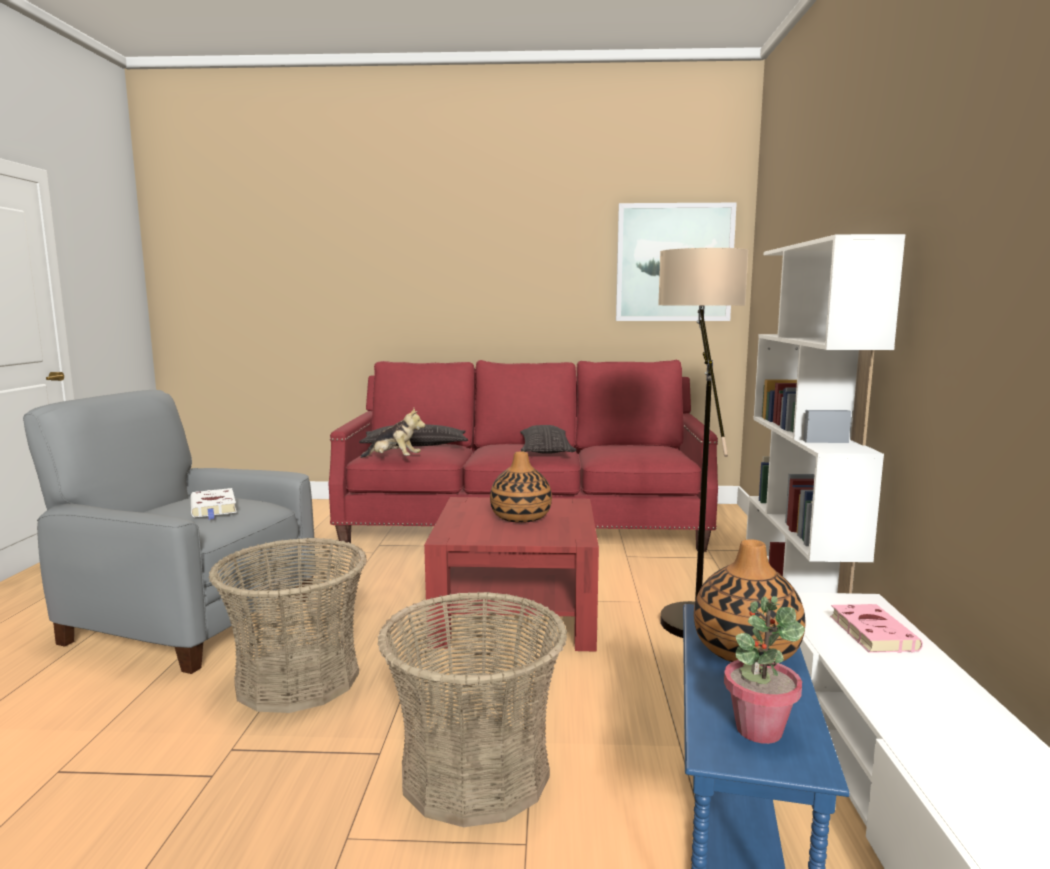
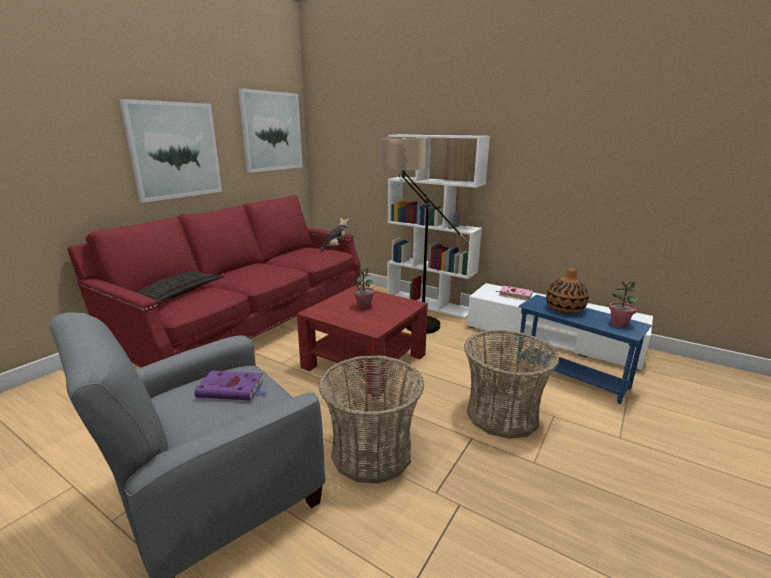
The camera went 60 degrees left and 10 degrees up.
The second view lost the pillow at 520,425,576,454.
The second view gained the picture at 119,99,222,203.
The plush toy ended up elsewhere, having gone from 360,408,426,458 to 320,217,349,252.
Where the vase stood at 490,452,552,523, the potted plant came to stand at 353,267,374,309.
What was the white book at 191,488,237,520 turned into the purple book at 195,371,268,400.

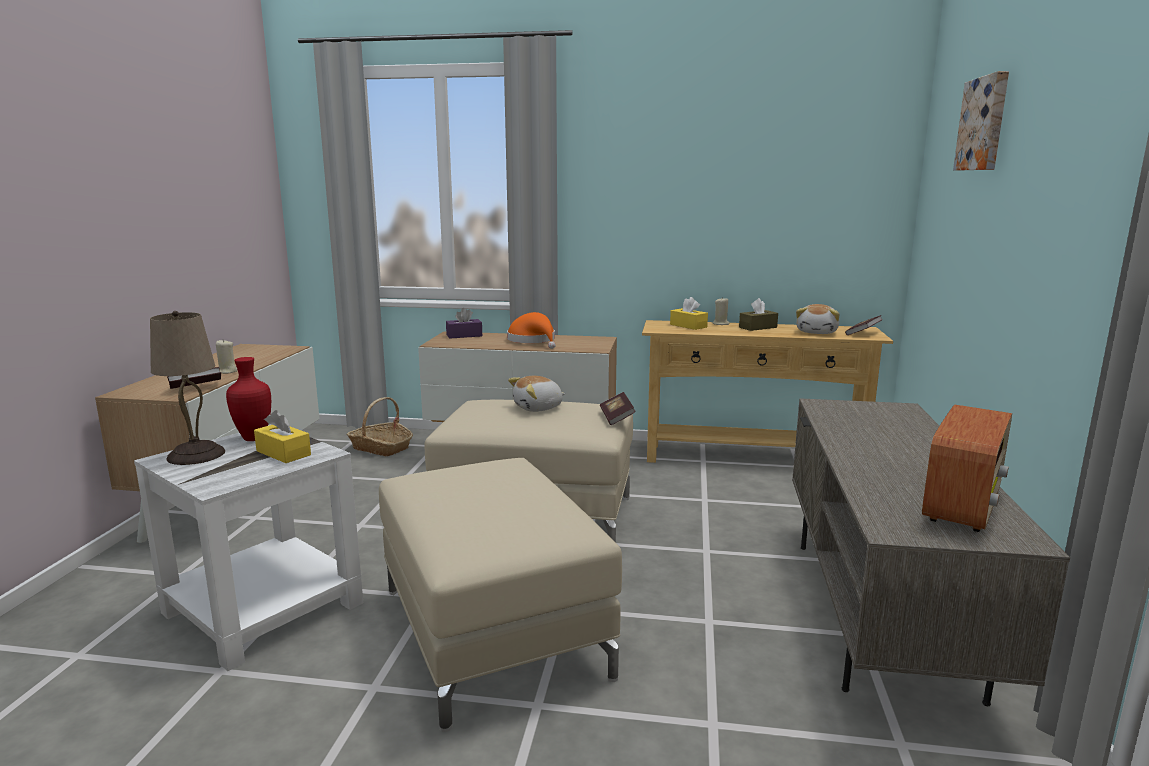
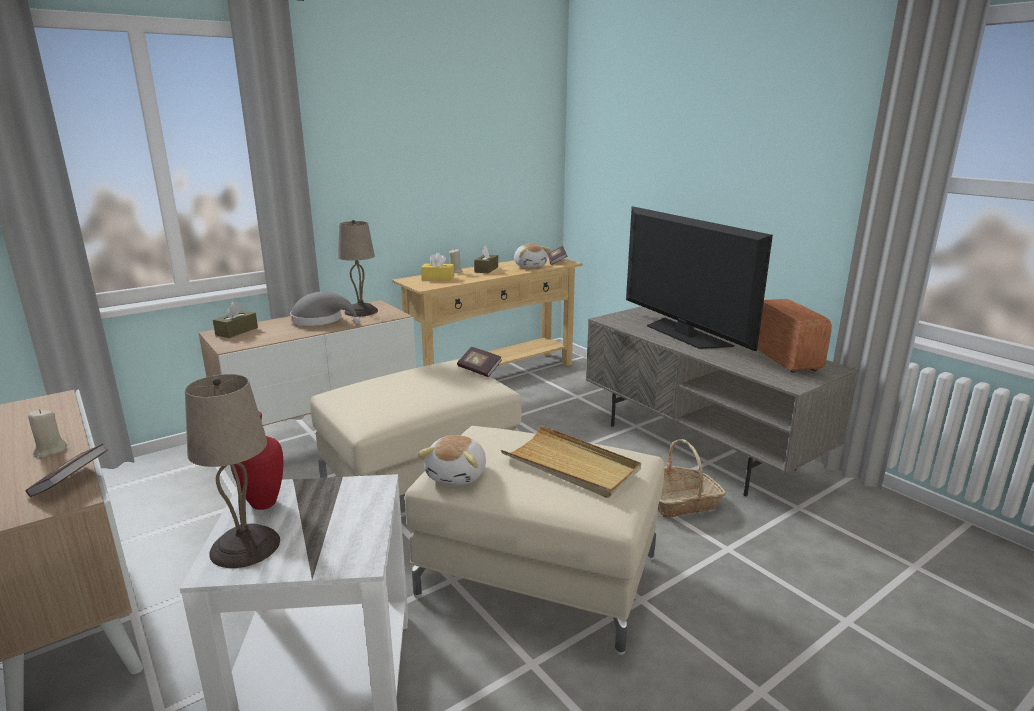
The camera went 45 degrees left and 5 degrees up.
The second view lost the yellow tissue box at 254,410,311,463.
The second view lost the picture at 953,71,1009,170.
The second view gained the beige table lamp at 338,220,378,317.
The second view gained the beige tray at 501,425,641,498.
The second view gained the television at 626,207,773,351.
The basket ended up elsewhere, having gone from 346,397,413,456 to 658,439,726,517.
The plush toy ended up elsewhere, having gone from 508,376,565,412 to 418,435,486,485.
What was the purple tissue box at 446,308,482,339 turned into the brown tissue box at 213,301,258,338.
What was the orange hat at 507,312,556,349 turned into the grey hat at 290,291,360,326.

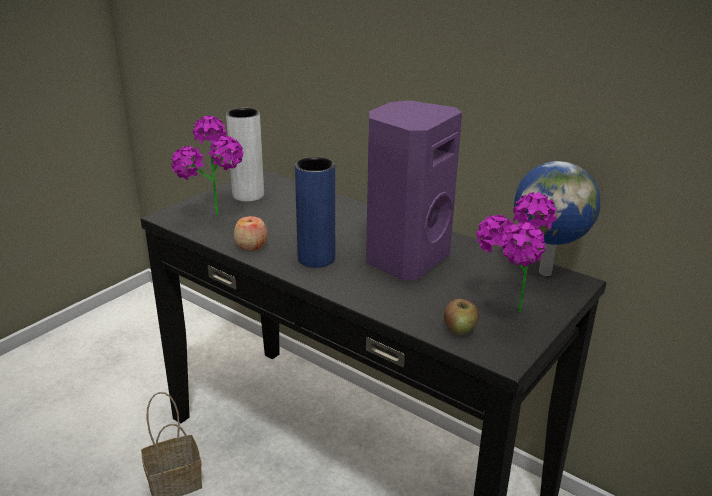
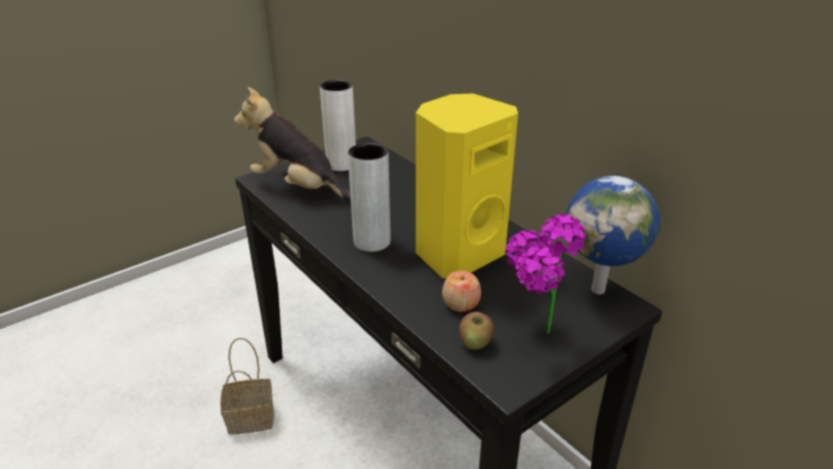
The camera went 15 degrees right and 5 degrees up.
The apple ended up elsewhere, having gone from 234,216,268,251 to 442,271,481,312.
Where the potted plant stood at 171,116,244,215, the plush toy came to stand at 234,87,351,202.
What was the blue vase at 295,157,335,268 turned into the grey vase at 348,143,391,252.
What was the purple speaker at 366,100,462,280 turned into the yellow speaker at 416,93,518,278.

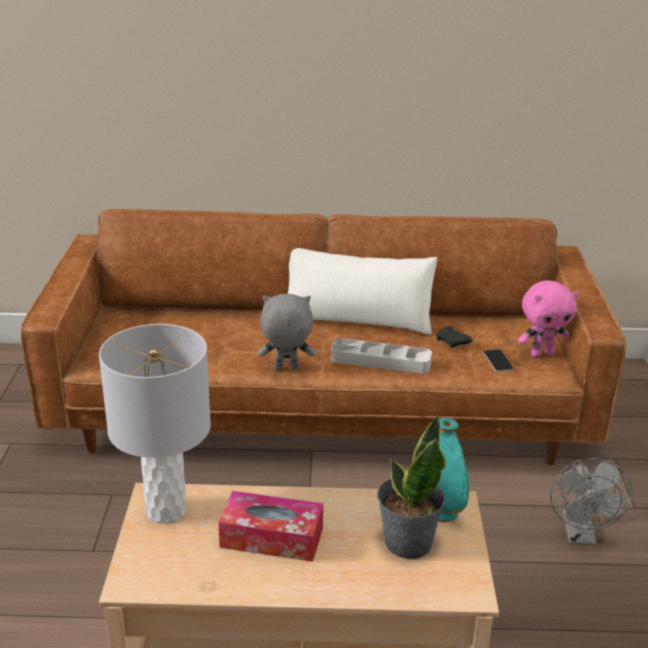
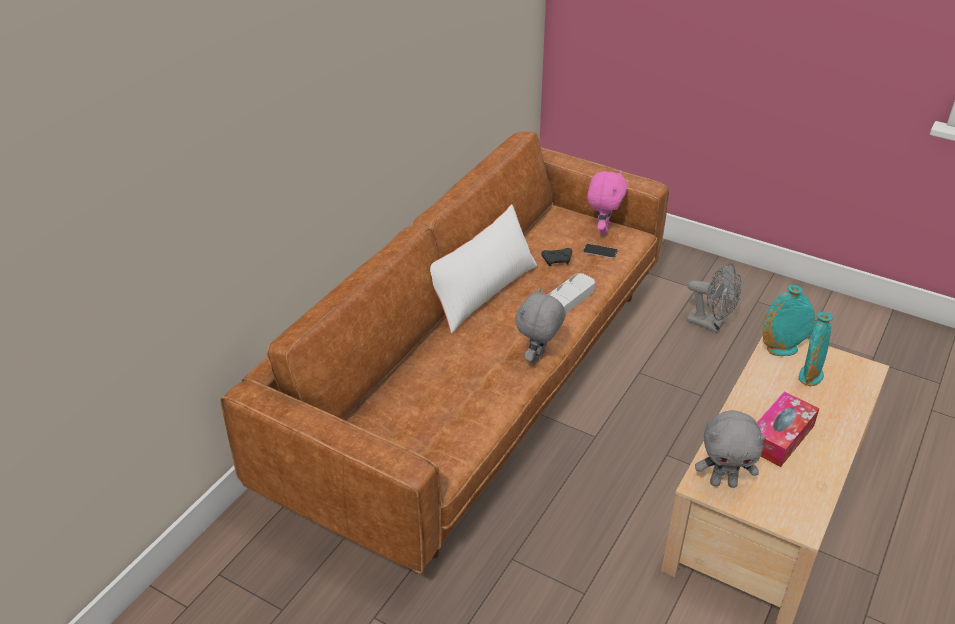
The camera went 60 degrees left and 10 degrees up.
Where the grey table lamp stood at 99,324,211,524, the grey plush toy came to stand at 695,410,766,488.
Where the potted plant stood at 377,416,446,559, the turquoise vase came to stand at 799,312,833,386.

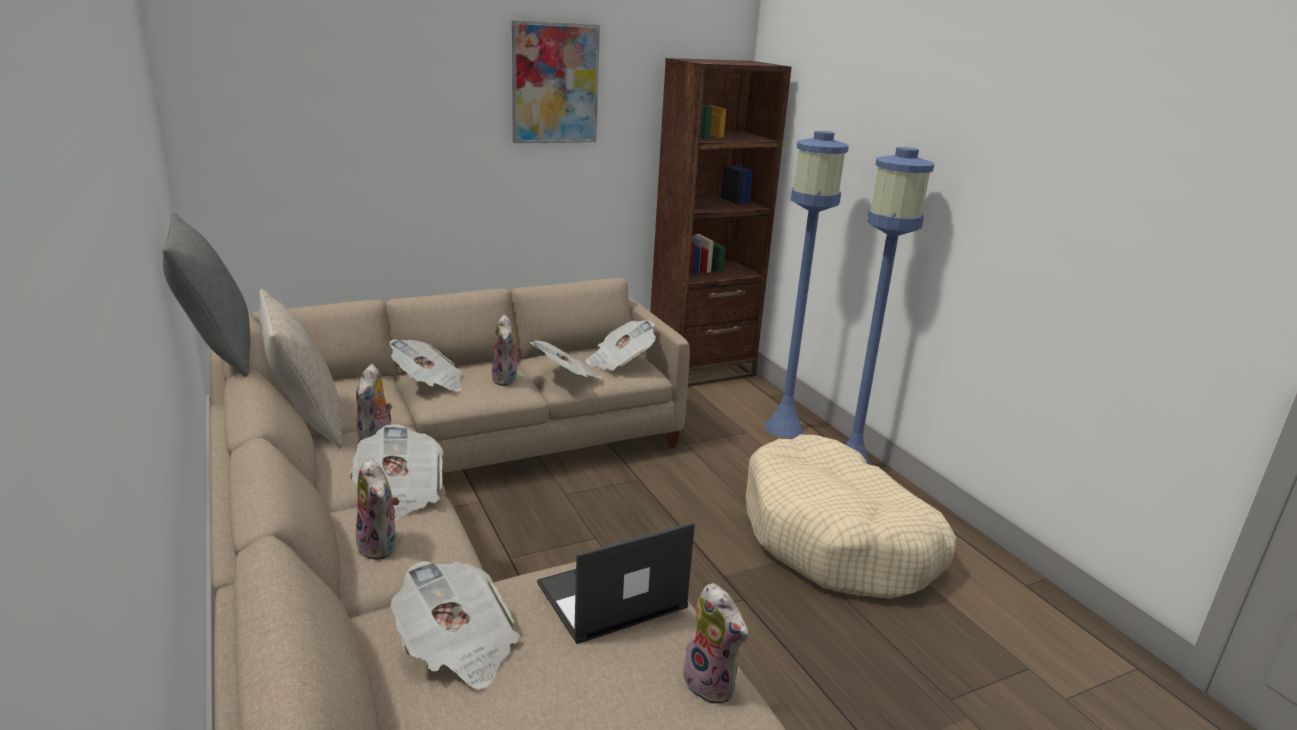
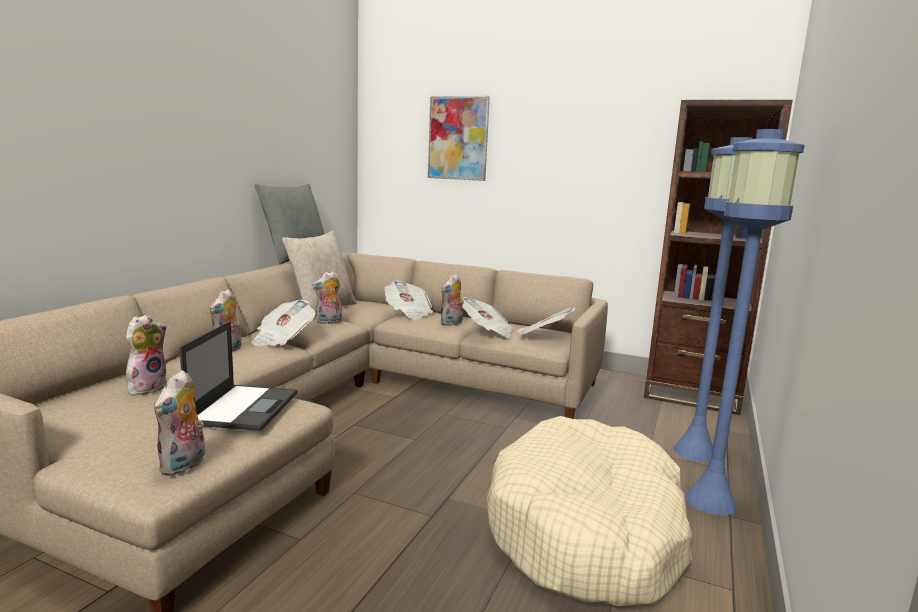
The camera went 50 degrees right and 10 degrees down.
The picture ended up elsewhere, having gone from 512,20,600,143 to 428,96,490,181.
Where the newspaper stood at 391,561,520,689, the plush toy came to stand at 126,314,167,396.
The laptop at 537,522,695,644 ended up facing another way, 75 degrees clockwise from before.

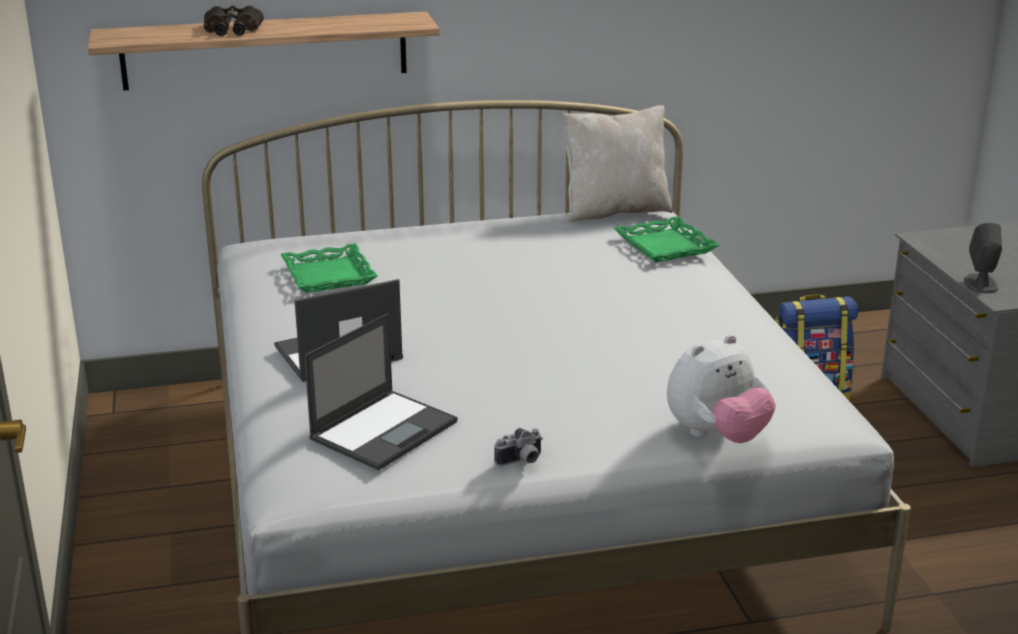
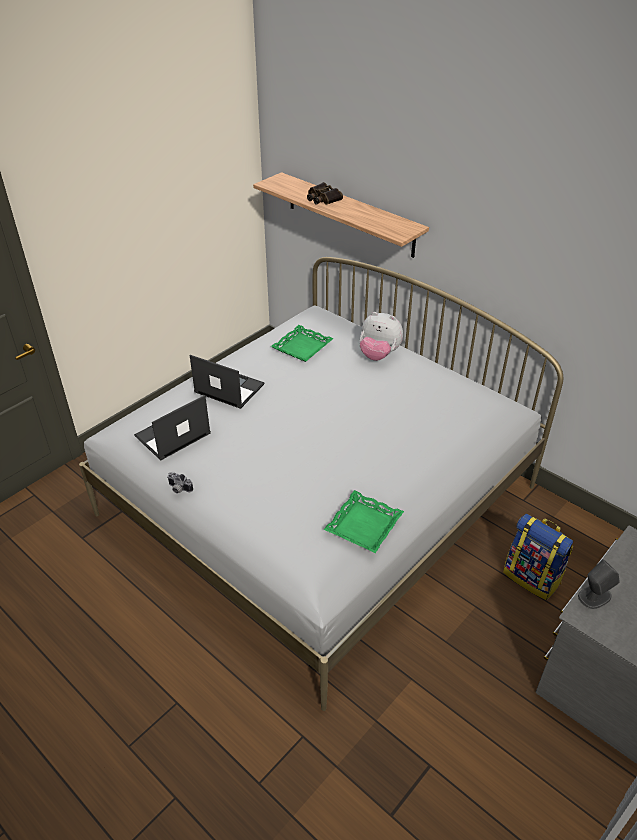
The camera went 55 degrees right and 15 degrees up.
The second view lost the beige pillow at 562,105,673,222.
The green tray ended up elsewhere, having gone from 614,216,720,262 to 324,490,404,553.
The plush toy ended up elsewhere, having gone from 667,334,776,443 to 360,312,403,361.
The laptop at 304,313,458,470 ended up facing another way, 135 degrees clockwise from before.

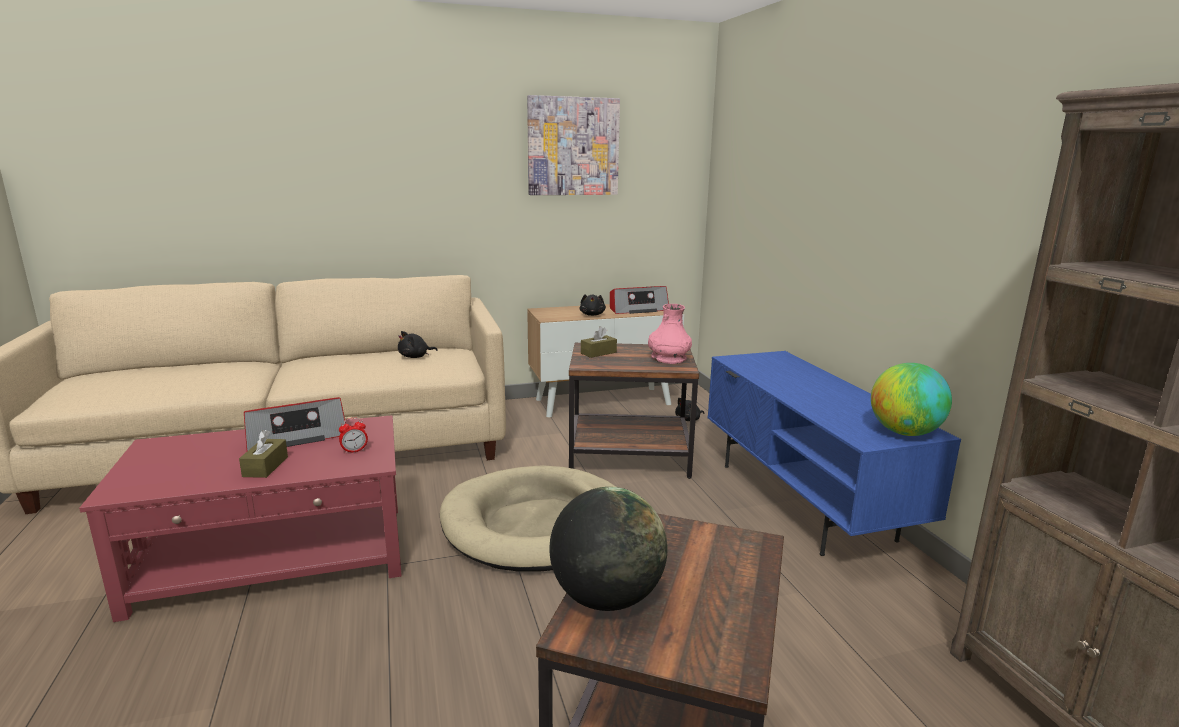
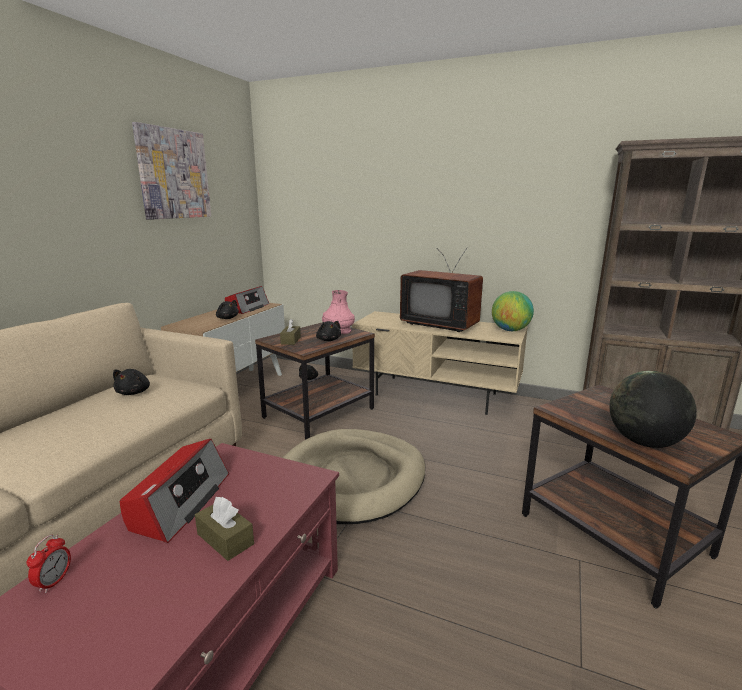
The camera went 50 degrees left and 0 degrees up.
The second view gained the black plush toy at 316,321,341,341.
The second view gained the television at 400,247,483,332.
The alarm clock ended up elsewhere, having gone from 339,418,368,454 to 27,535,71,593.
What was the blue tv stand at 708,351,961,556 turned into the beige tv stand at 352,311,528,415.

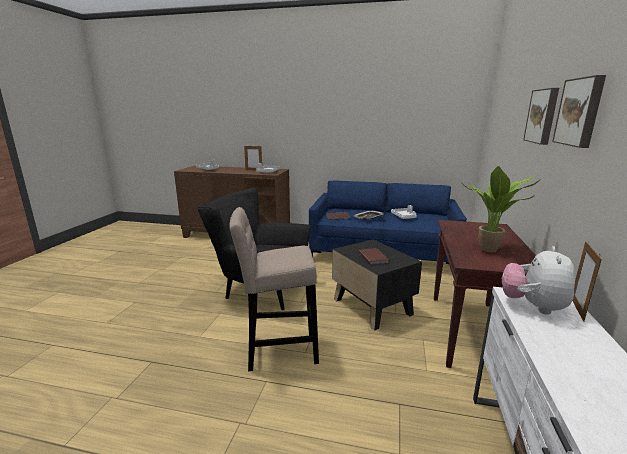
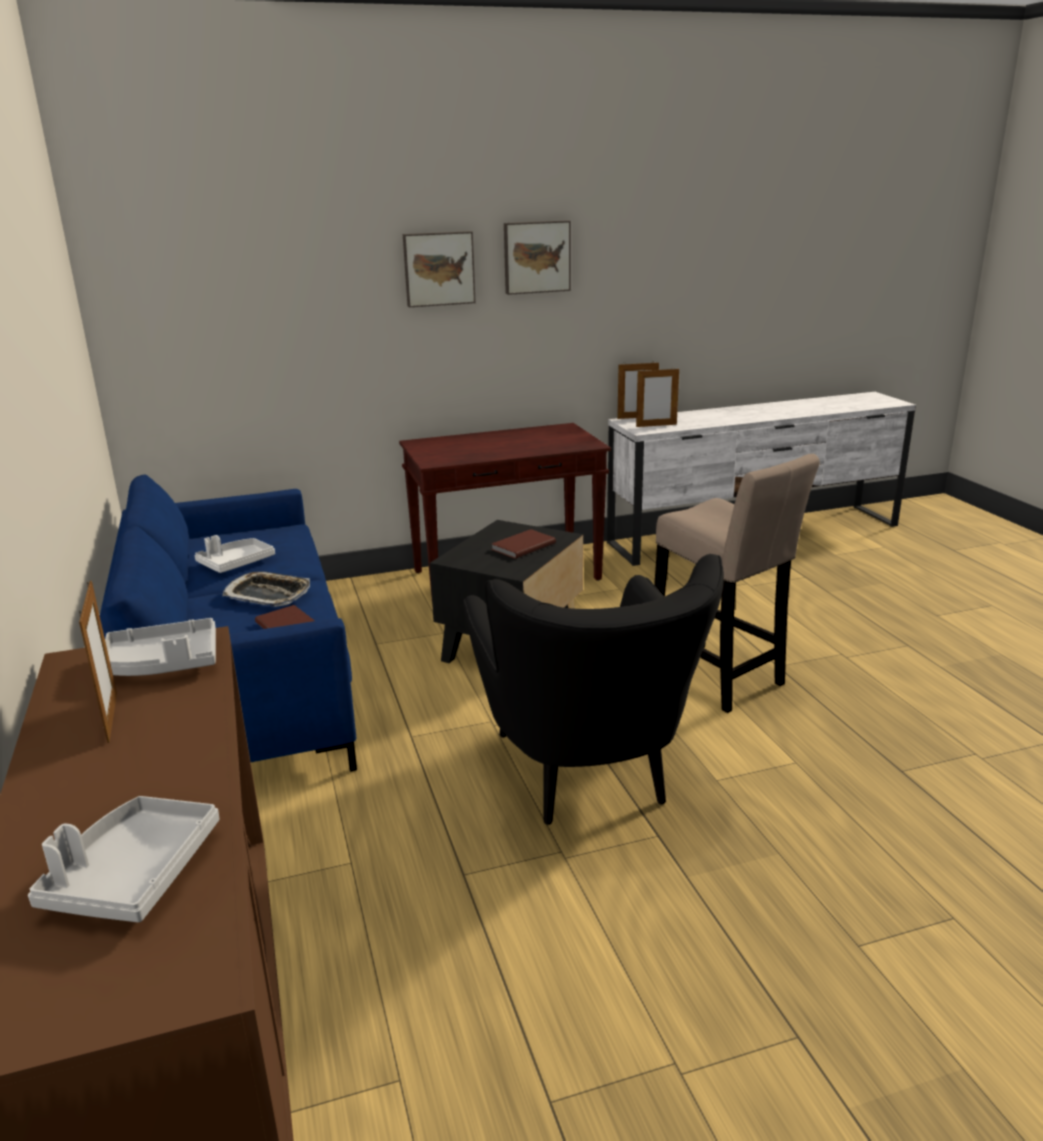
The camera went 120 degrees left and 5 degrees up.
The second view lost the potted plant at 461,166,541,252.
Where the plush toy stood at 502,246,575,315, the picture frame came to stand at 636,369,679,427.

